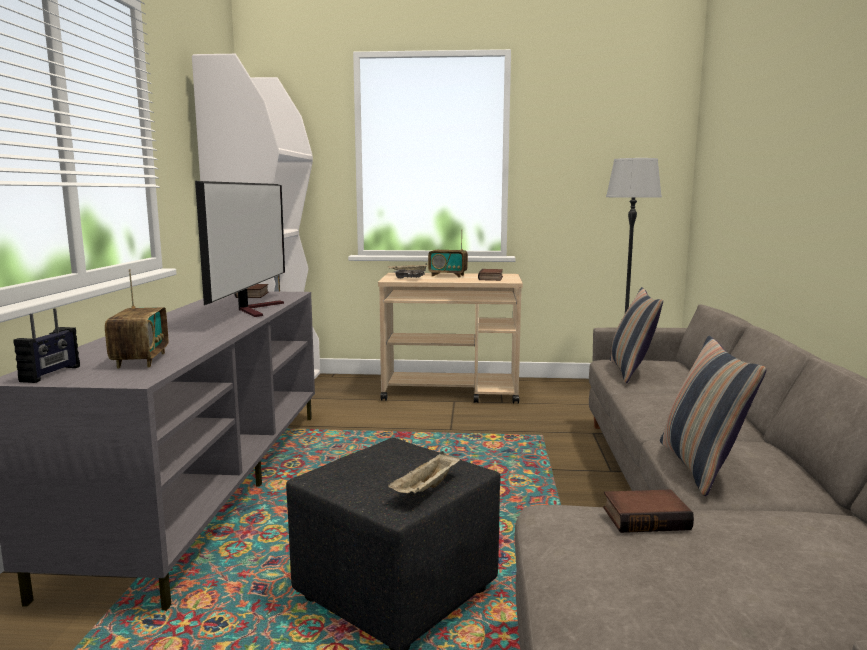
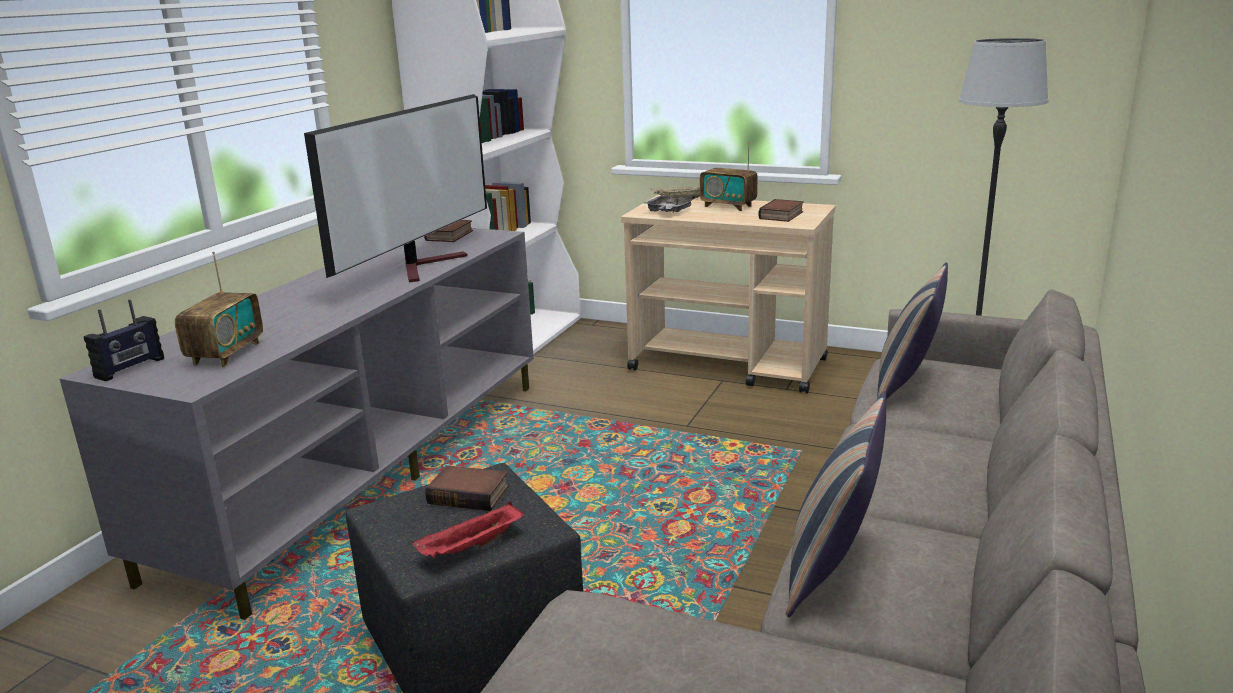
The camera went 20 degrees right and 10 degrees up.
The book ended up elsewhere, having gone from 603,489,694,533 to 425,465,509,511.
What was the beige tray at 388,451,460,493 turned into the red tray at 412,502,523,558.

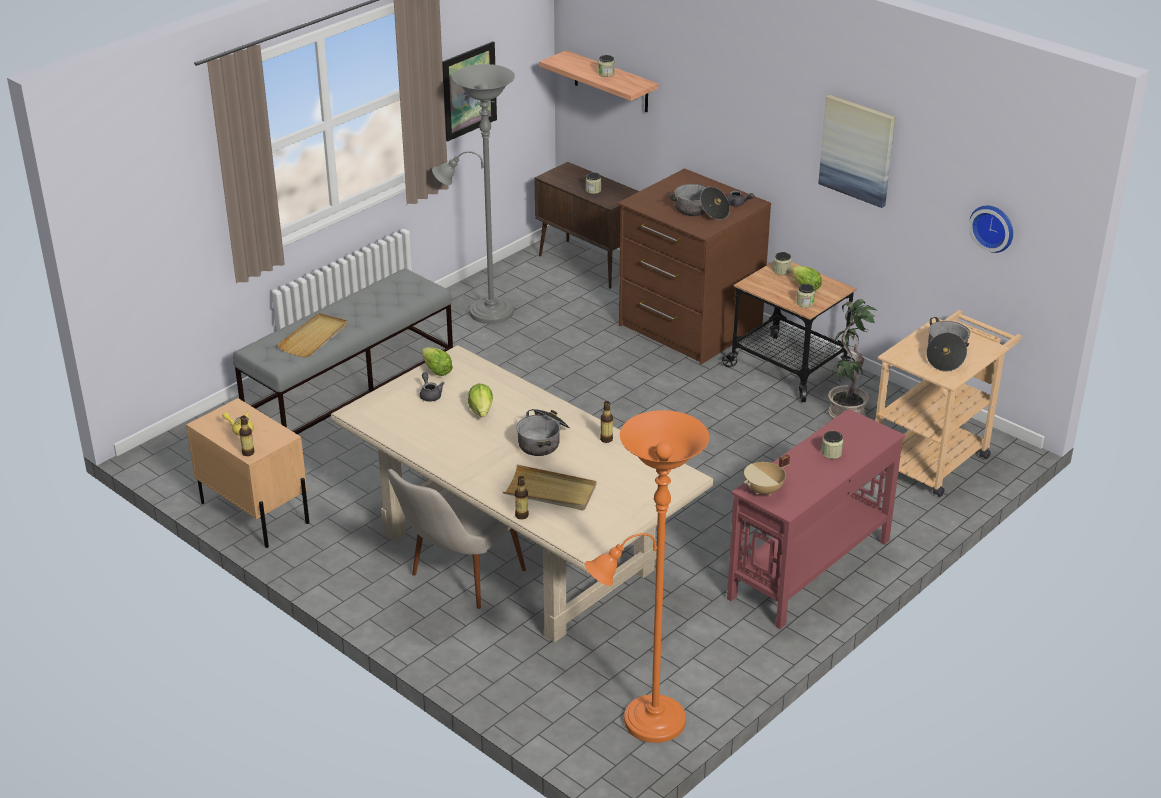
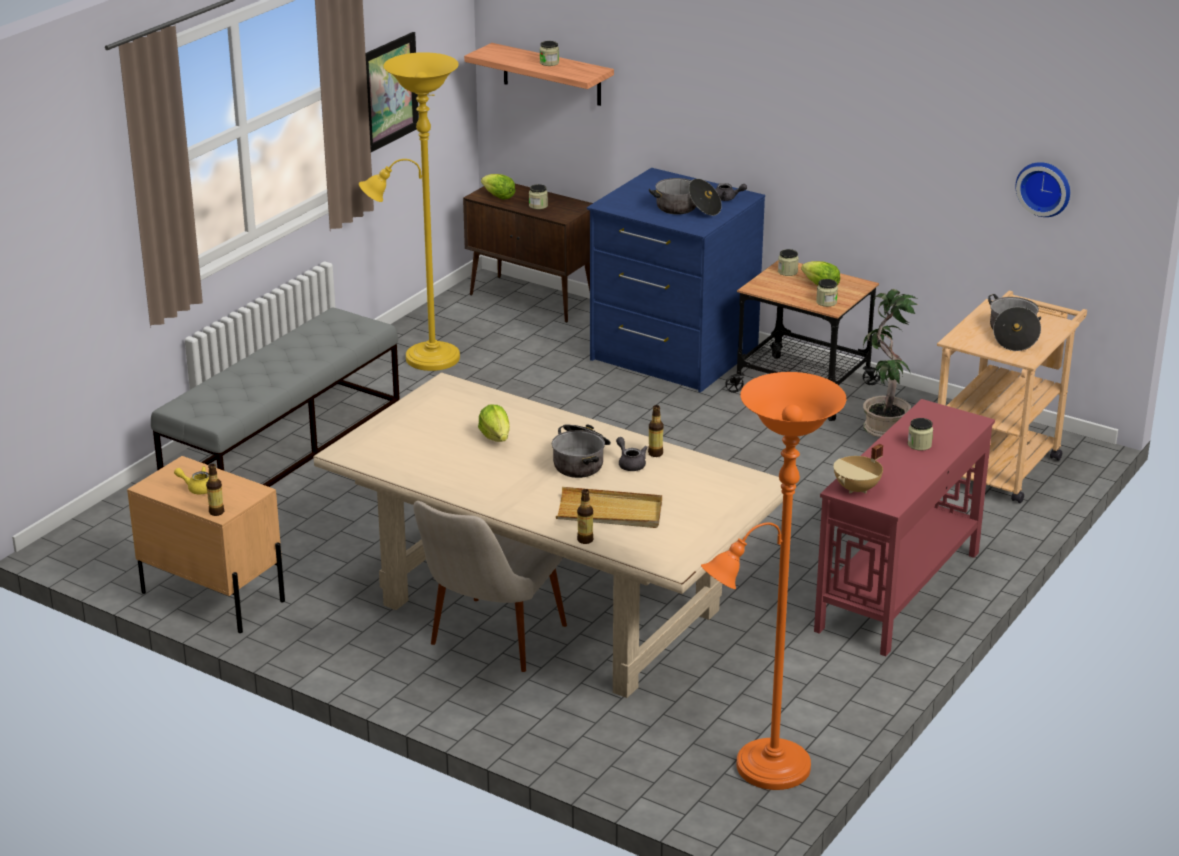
The camera went 10 degrees left and 5 degrees down.
The second view lost the beige tray at 277,313,348,357.
The second view lost the picture at 818,95,895,208.
The grey teapot ended up elsewhere, having gone from 420,372,444,402 to 616,437,647,471.
The lettuce ended up elsewhere, having gone from 422,347,453,376 to 481,174,516,200.
What was the grey floor lamp at 432,64,515,324 turned into the yellow floor lamp at 359,52,460,371.
What was the brown dresser at 618,168,771,364 turned into the blue dresser at 587,168,765,393.

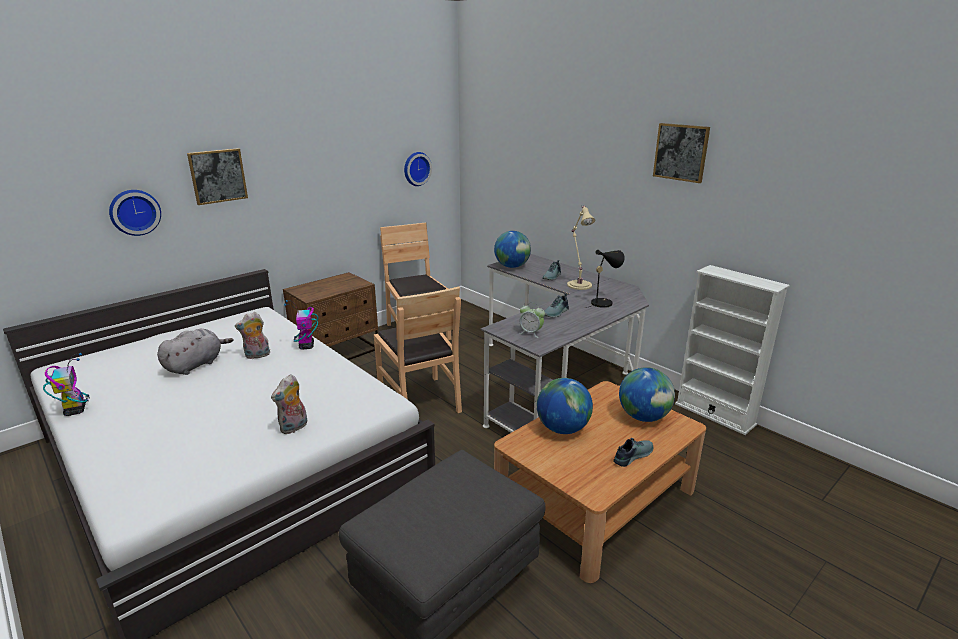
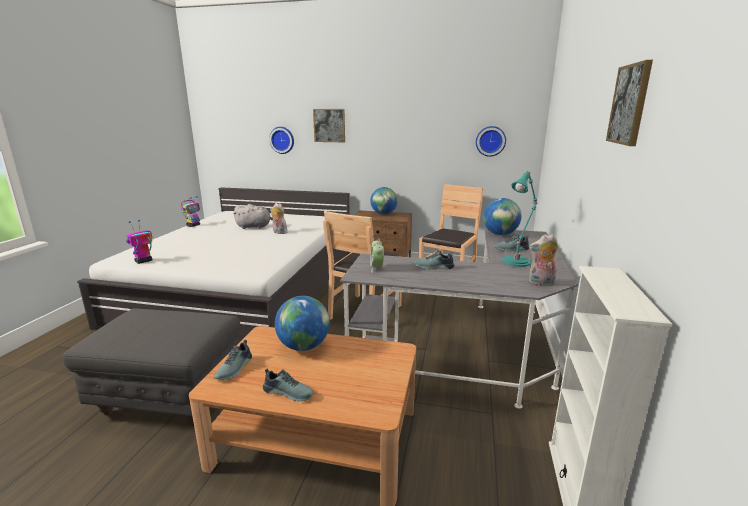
The camera went 55 degrees right and 5 degrees down.
The second view lost the black table lamp at 586,250,625,308.
The second view gained the shoe at 214,340,252,380.
The plush toy ended up elsewhere, having gone from 271,374,307,434 to 529,234,558,286.
The toy robot ended up elsewhere, having gone from 284,300,318,349 to 126,220,153,264.
The globe ended up elsewhere, having gone from 619,367,675,422 to 370,187,398,215.
What was the beige table lamp at 567,205,595,290 turned into the turquoise table lamp at 502,171,537,267.

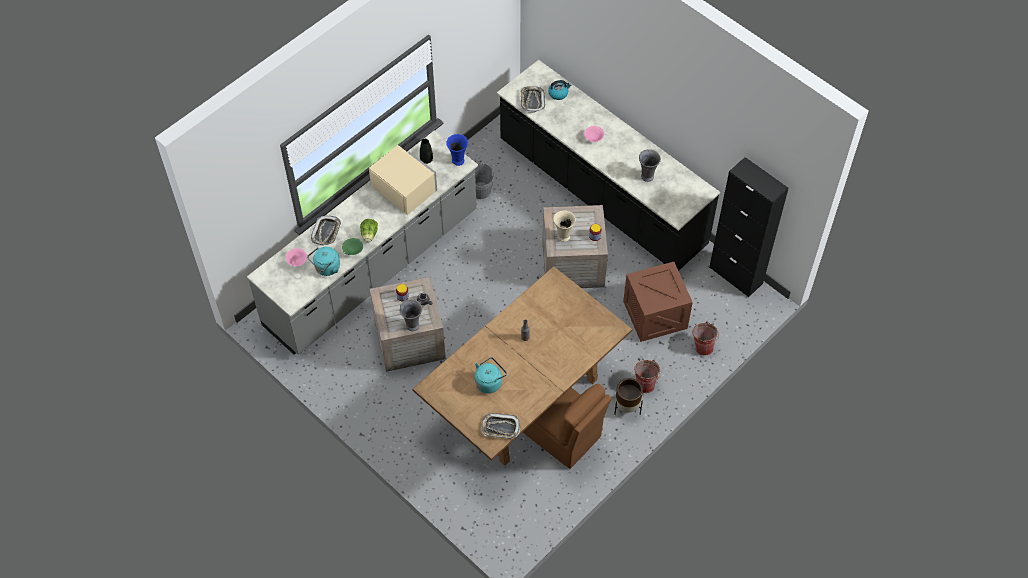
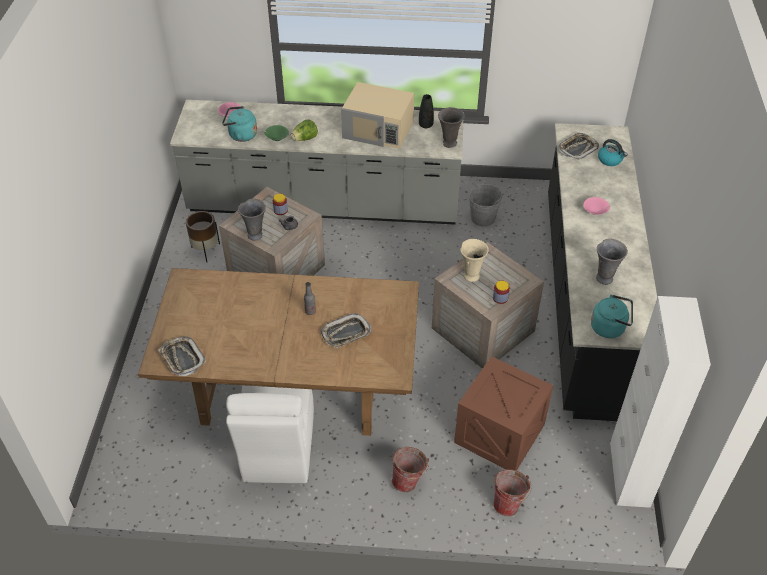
The camera went 50 degrees right and 10 degrees down.
The tray ended up elsewhere, having gone from 311,216,341,246 to 321,313,371,348.
The turquoise kettle ended up elsewhere, having gone from 475,357,507,394 to 591,294,633,338.
The brown planter ended up elsewhere, having gone from 614,378,643,415 to 186,211,220,263.
What was the blue vase at 446,134,468,166 turned into the grey vase at 438,107,465,148.
What was the brown chair at 523,384,612,469 turned into the white chair at 226,385,314,483.
What was the black cabinet at 709,157,789,297 turned into the white cabinet at 610,296,711,508.
The beige microwave at 369,145,437,215 ended up facing another way, 105 degrees clockwise from before.

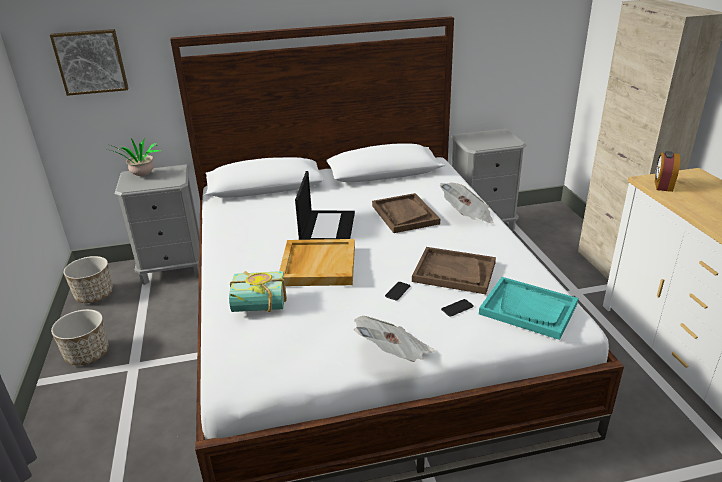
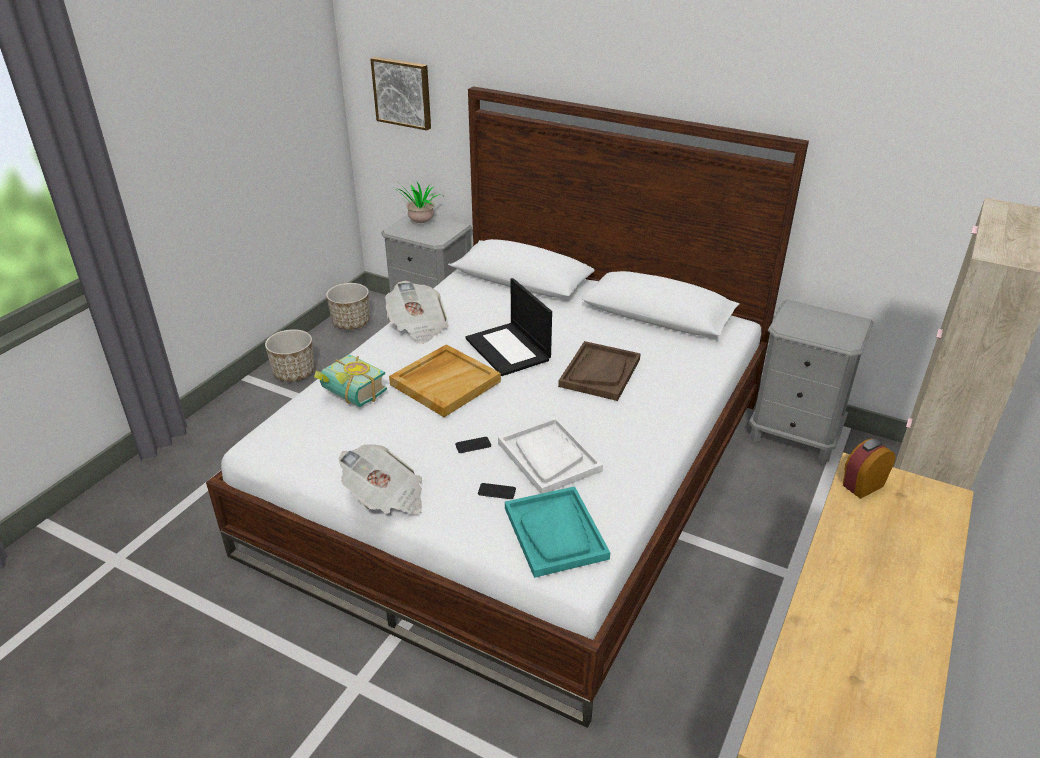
The camera went 40 degrees right and 5 degrees up.
The newspaper ended up elsewhere, having gone from 440,183,494,223 to 385,281,449,344.
What was the brown tray at 412,247,496,294 turned into the white tray at 498,417,603,494.
The laptop at 295,171,355,240 ended up facing another way, 105 degrees clockwise from before.

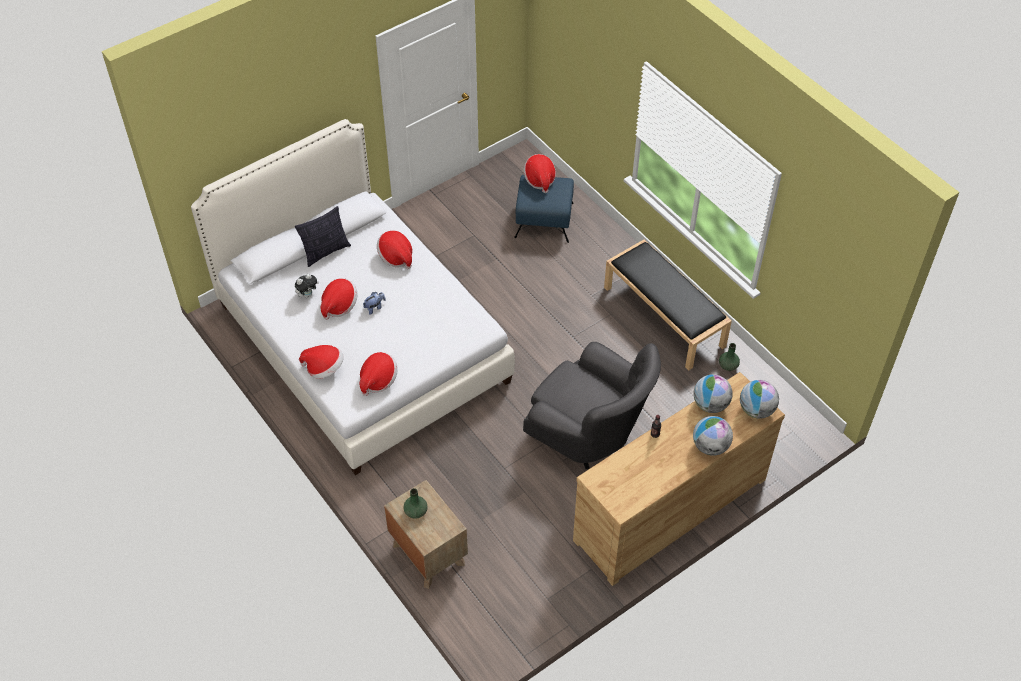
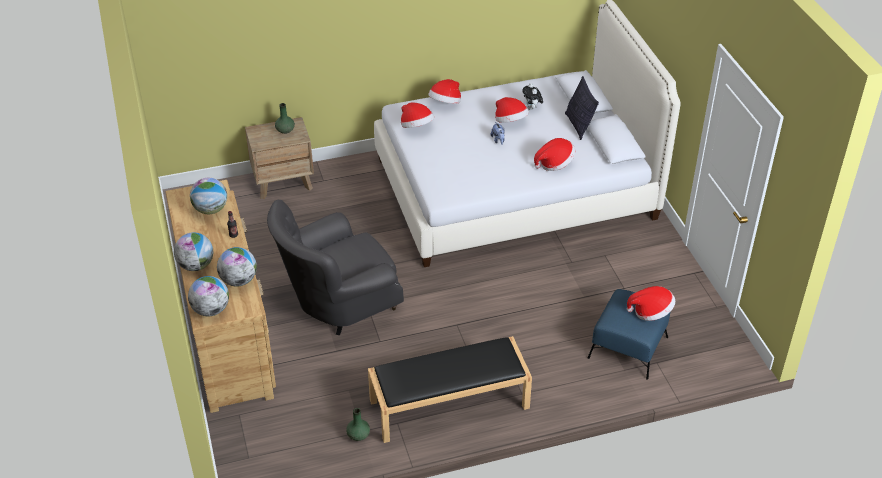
The camera went 110 degrees right and 10 degrees down.
The second view gained the globe at 190,178,227,214.

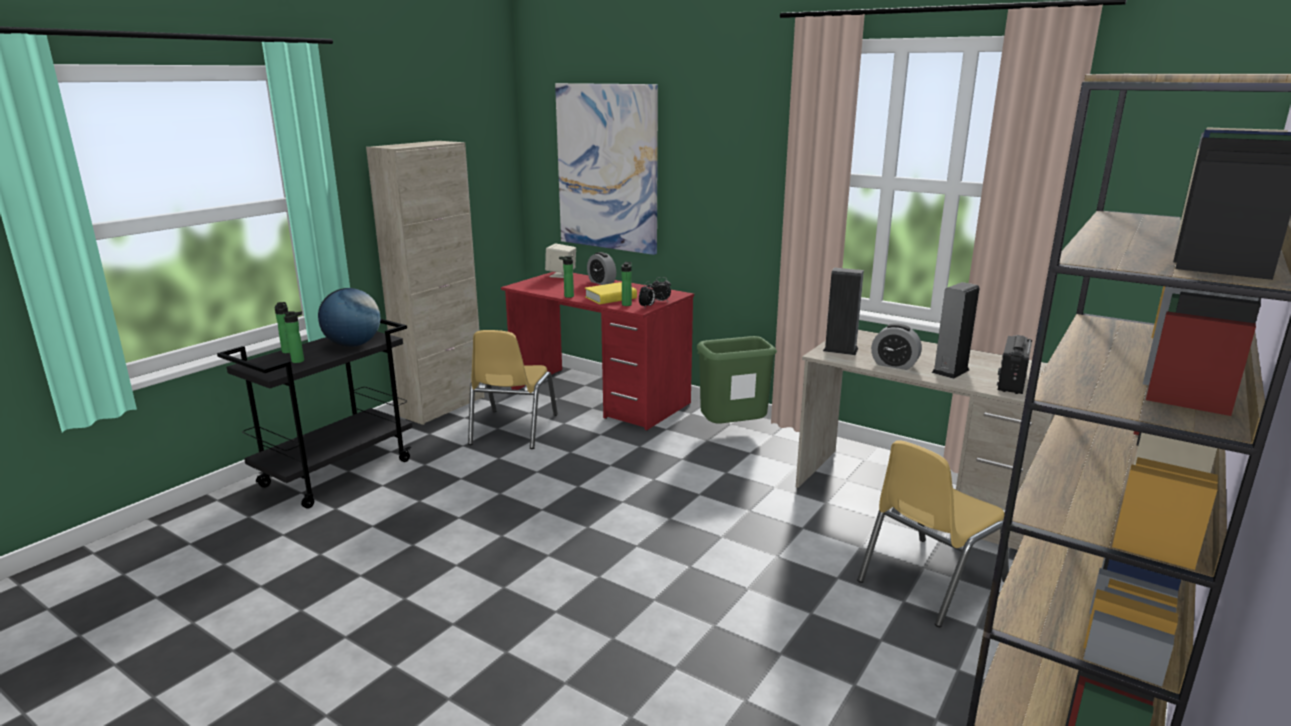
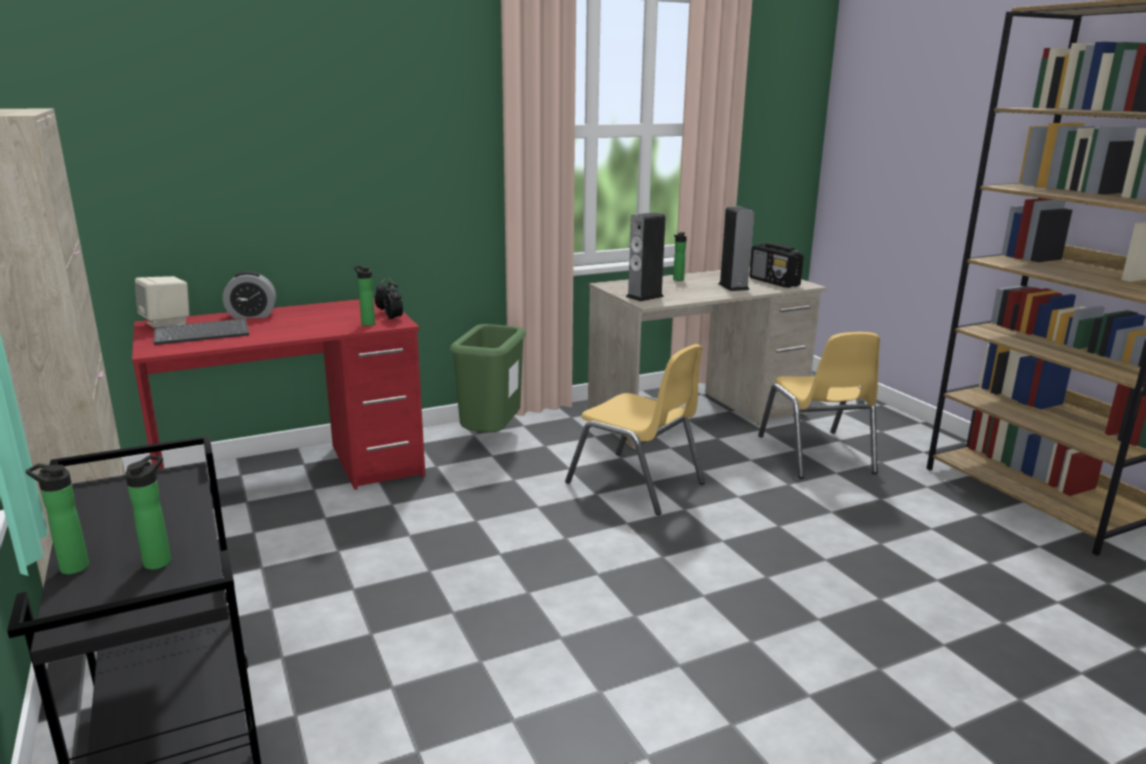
The camera went 60 degrees left and 0 degrees up.
The second view lost the globe at 318,288,380,347.
The second view lost the picture at 555,83,658,255.
The second view lost the yellow book at 585,282,637,304.
The second view lost the alarm clock at 871,323,922,370.
The second view gained the keyboard at 154,319,249,345.
The yellow chair ended up elsewhere, having gone from 468,330,558,449 to 565,344,705,515.
The bottle ended up elsewhere, having gone from 559,256,574,298 to 673,232,687,281.

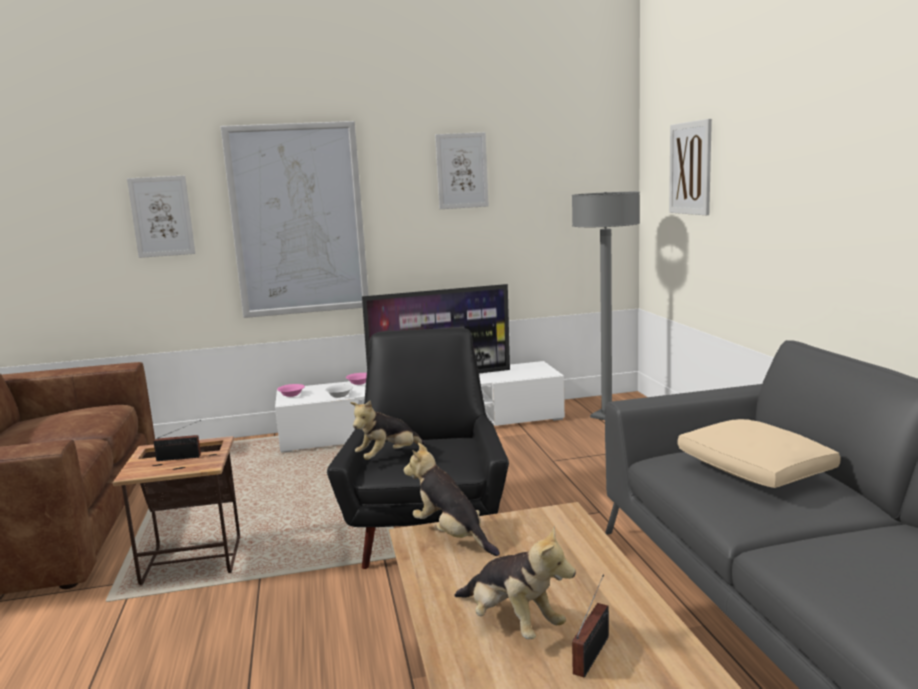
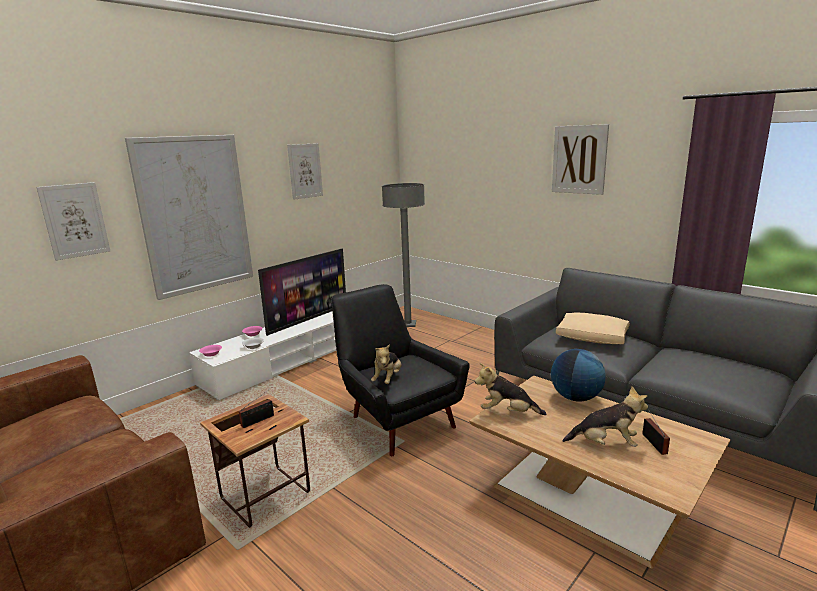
The camera went 35 degrees left and 5 degrees up.
The second view gained the globe at 551,349,606,402.
The picture ended up elsewhere, having gone from 669,119,712,215 to 552,124,609,195.

